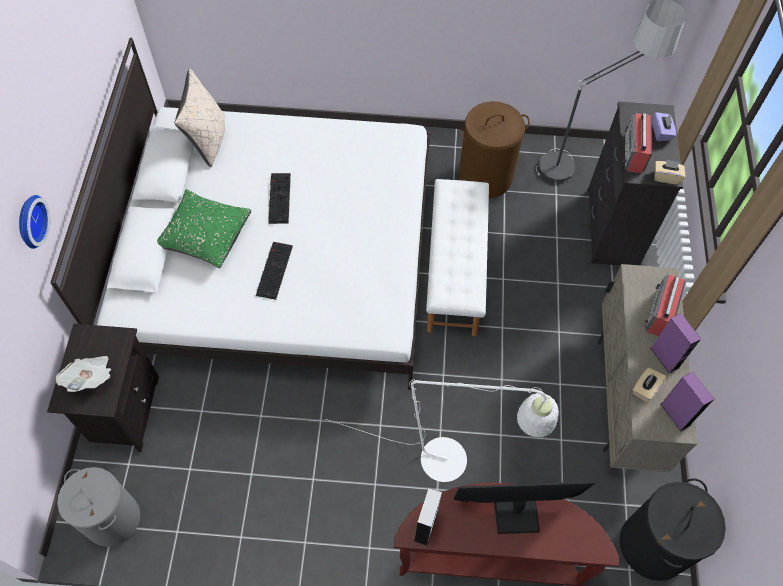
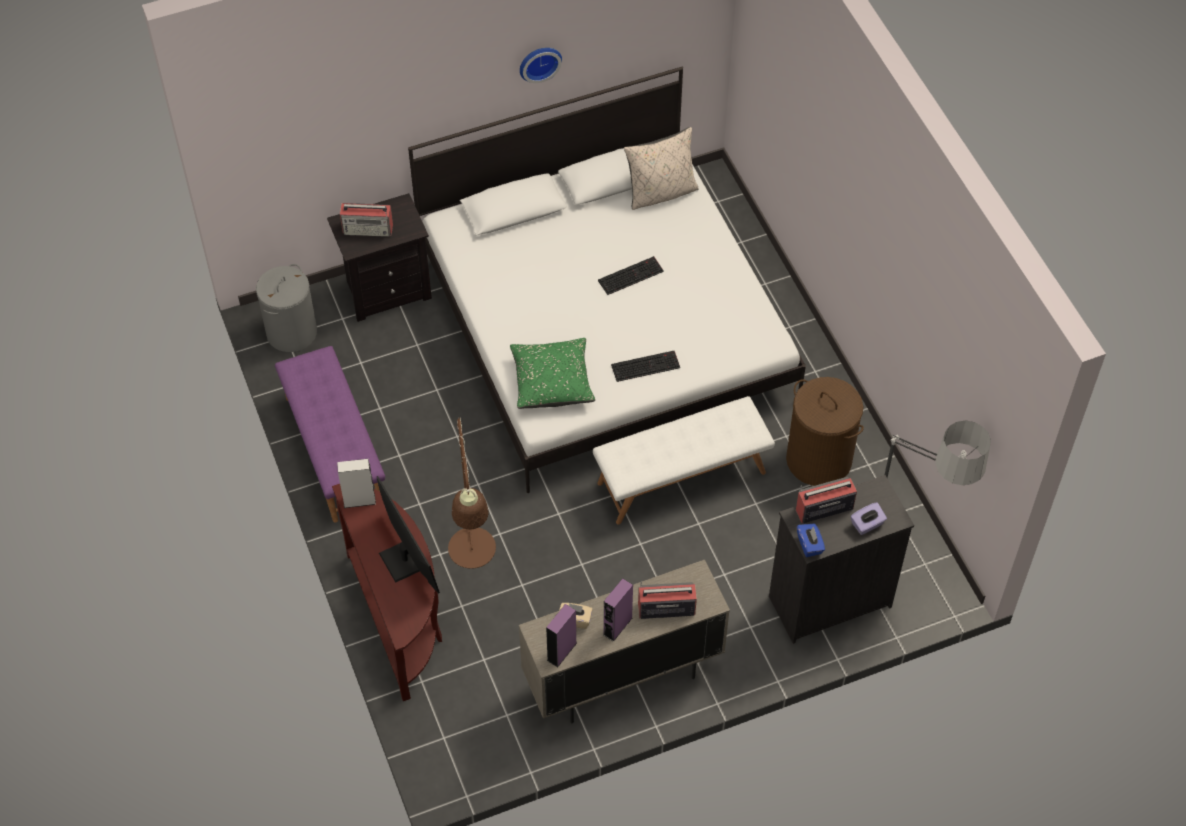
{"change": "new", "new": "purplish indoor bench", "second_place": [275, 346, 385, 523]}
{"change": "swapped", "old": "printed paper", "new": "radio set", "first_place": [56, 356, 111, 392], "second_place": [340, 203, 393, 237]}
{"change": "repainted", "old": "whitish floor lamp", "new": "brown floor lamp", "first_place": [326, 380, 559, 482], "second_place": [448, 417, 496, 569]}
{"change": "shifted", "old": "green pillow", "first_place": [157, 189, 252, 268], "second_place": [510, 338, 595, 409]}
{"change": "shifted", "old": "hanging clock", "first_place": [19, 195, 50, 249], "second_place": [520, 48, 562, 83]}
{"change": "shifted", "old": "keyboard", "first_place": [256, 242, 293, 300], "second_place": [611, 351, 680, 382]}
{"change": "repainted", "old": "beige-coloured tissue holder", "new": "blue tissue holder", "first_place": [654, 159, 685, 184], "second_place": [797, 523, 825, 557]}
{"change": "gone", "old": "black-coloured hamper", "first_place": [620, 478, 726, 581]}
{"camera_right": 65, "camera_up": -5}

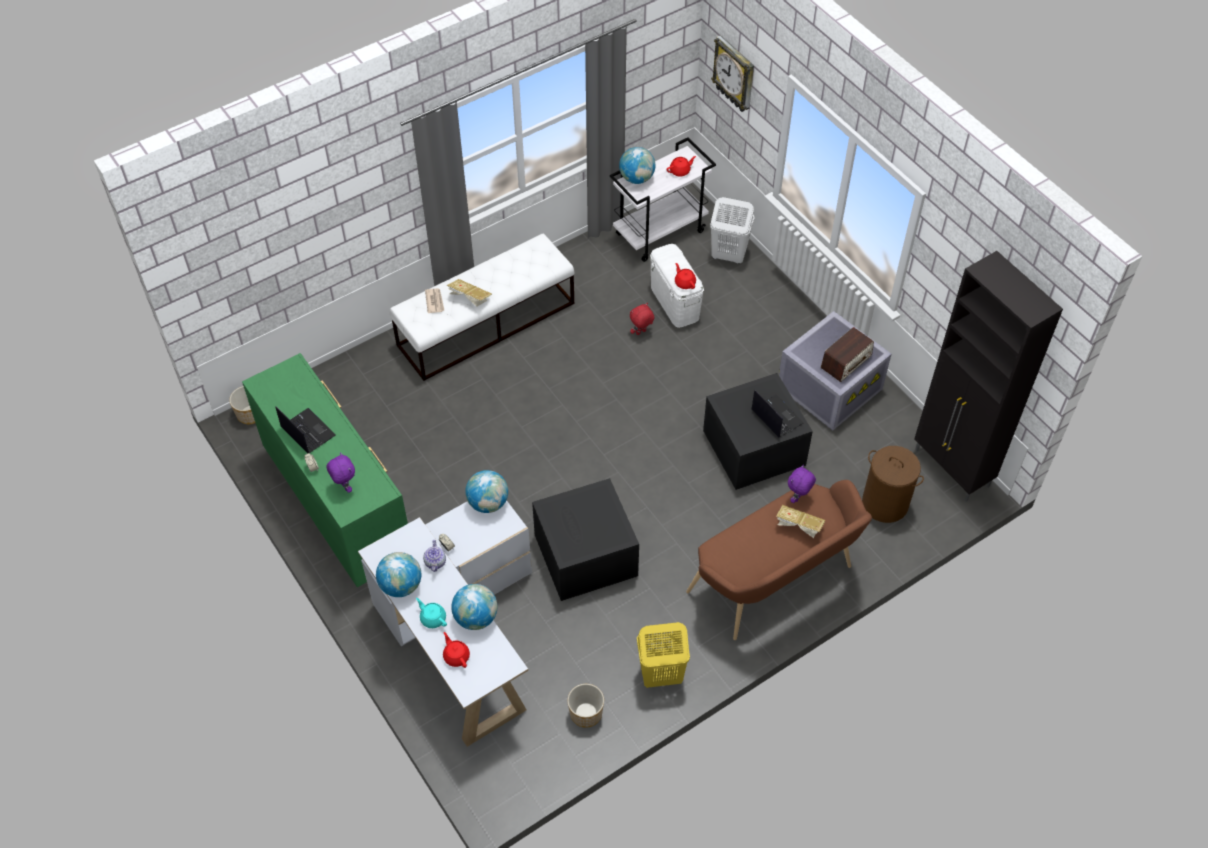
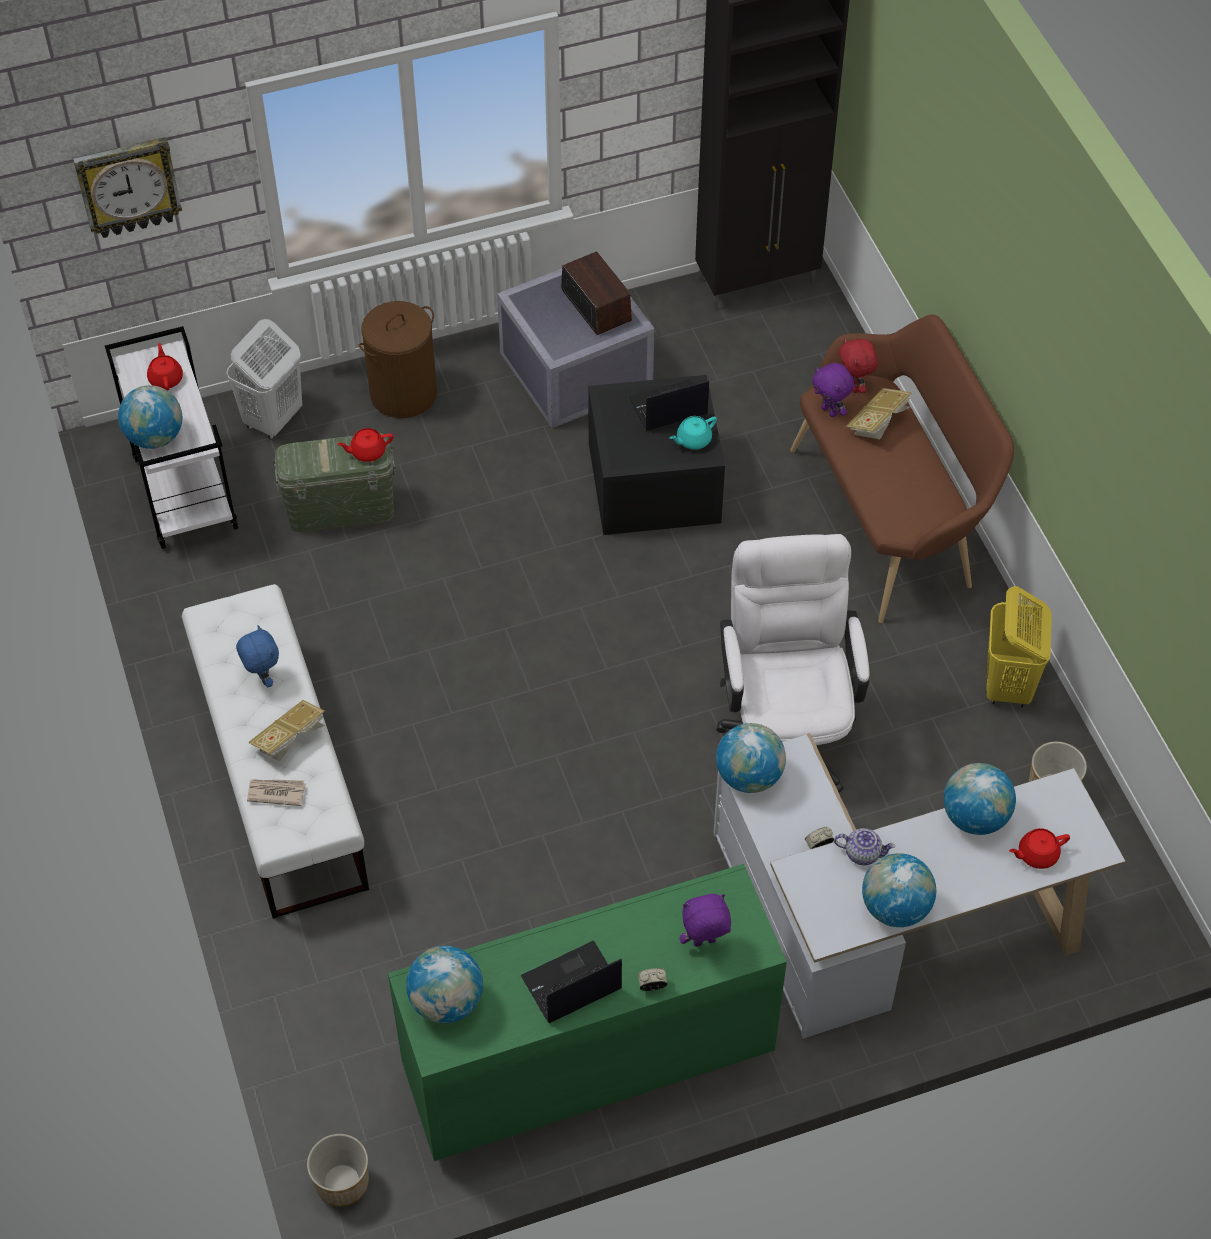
{"change": "new", "new": "blue plush toy", "second_place": [236, 625, 279, 687]}
{"change": "repainted", "old": "whitish storage container", "new": "green storage container", "first_place": [650, 244, 704, 328], "second_place": [273, 433, 396, 533]}
{"change": "shifted", "old": "brown hamper", "first_place": [862, 446, 924, 523], "second_place": [359, 301, 437, 418]}
{"change": "new", "new": "world globe", "second_place": [406, 946, 483, 1023]}
{"change": "shifted", "old": "turquoise-coloured teapot", "first_place": [416, 598, 447, 628], "second_place": [670, 416, 717, 450]}
{"change": "swapped", "old": "black-coloured storage container", "new": "whitish desk chair", "first_place": [532, 478, 639, 601], "second_place": [716, 534, 870, 793]}
{"change": "shifted", "old": "red-coloured plush toy", "first_place": [630, 303, 654, 335], "second_place": [839, 338, 878, 393]}
{"camera_right": -75, "camera_up": 0}

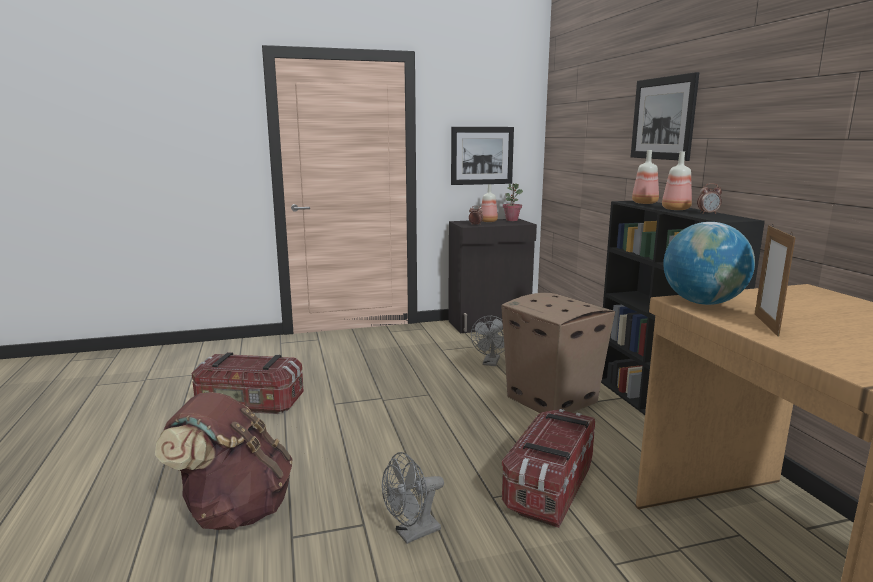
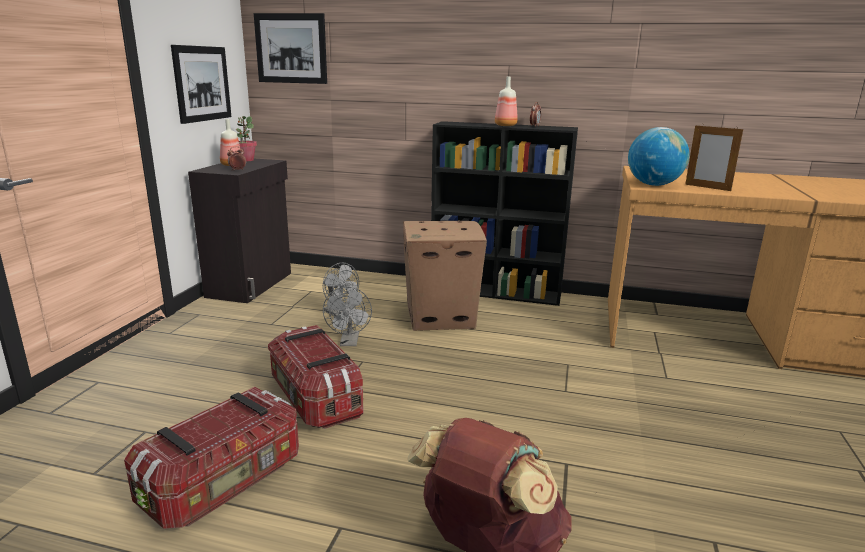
{"change": "shifted", "old": "wall picture", "first_place": [631, 72, 699, 161], "second_place": [254, 13, 327, 84]}
{"change": "shifted", "old": "storage container", "first_place": [502, 409, 595, 528], "second_place": [268, 325, 364, 429]}
{"change": "shifted", "old": "gray electric fan", "first_place": [382, 452, 444, 544], "second_place": [323, 287, 372, 346]}
{"change": "gone", "old": "beverage bottle", "first_place": [632, 150, 659, 204]}
{"camera_right": -60, "camera_up": 5}

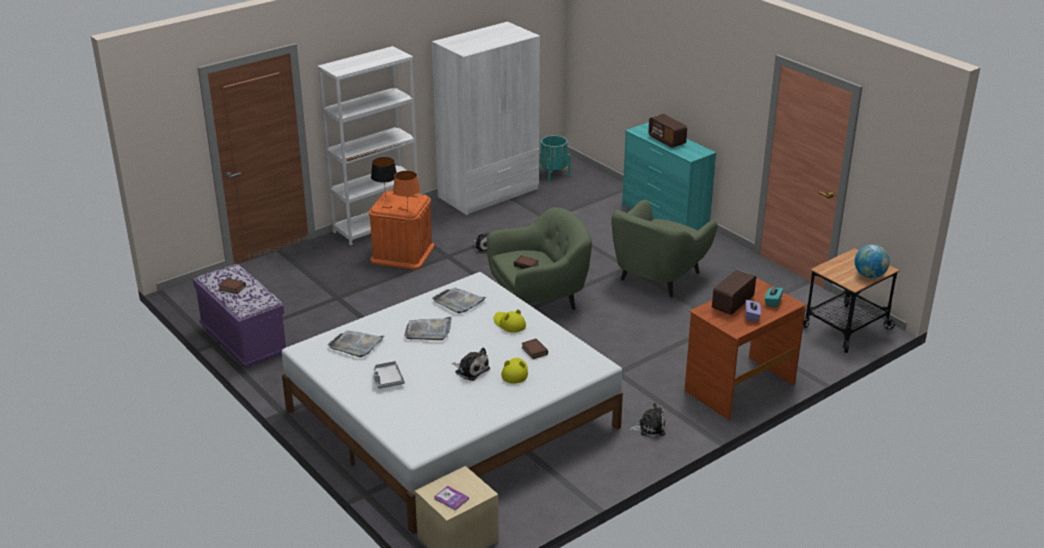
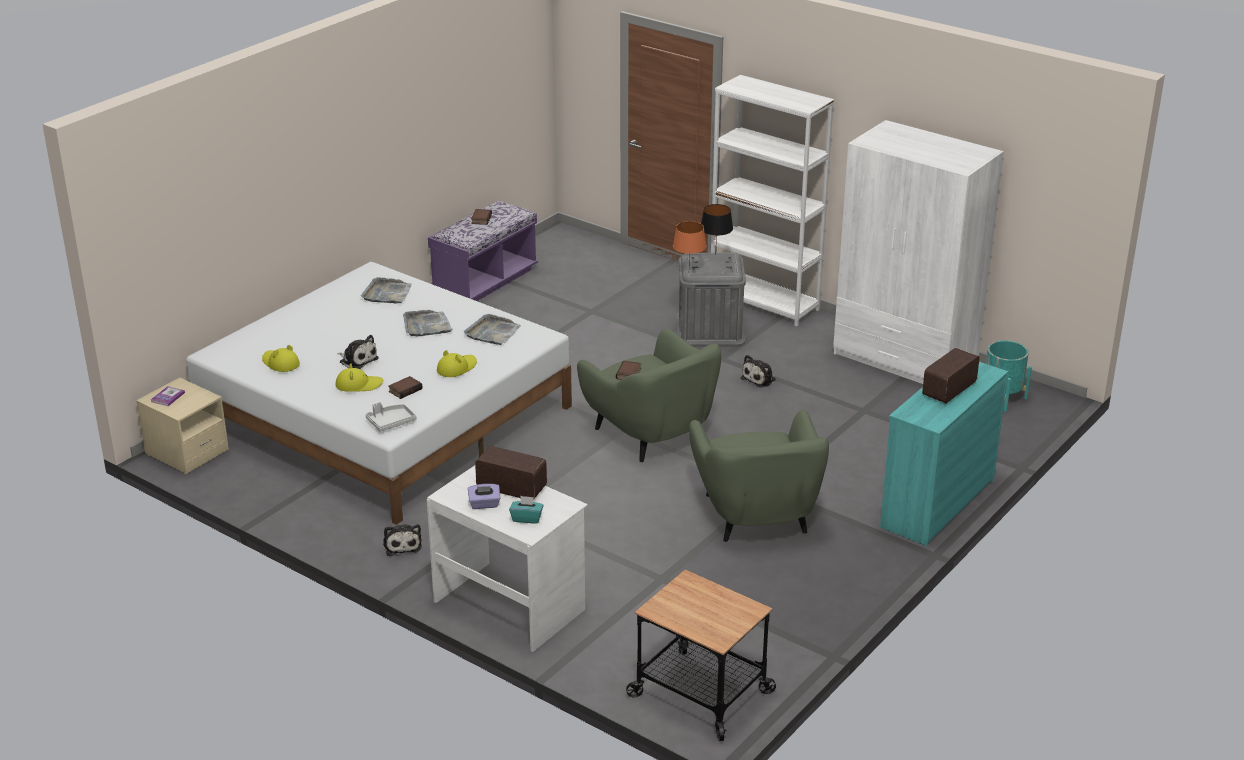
{"change": "new", "new": "yellowish hat", "second_place": [262, 345, 300, 372]}
{"change": "rotated", "old": "plush toy", "first_place": [452, 348, 490, 381], "second_place": [337, 335, 379, 369], "degrees": -75}
{"change": "shifted", "old": "gray carrying tray", "first_place": [373, 361, 405, 389], "second_place": [365, 402, 416, 432]}
{"change": "repainted", "old": "brown desk unit", "new": "whitish desk unit", "first_place": [684, 279, 806, 420], "second_place": [427, 465, 587, 652]}
{"change": "repainted", "old": "orangey storage container", "new": "gray storage container", "first_place": [369, 190, 435, 270], "second_place": [676, 253, 746, 347]}
{"change": "rotated", "old": "green armchair", "first_place": [612, 200, 717, 297], "second_place": [689, 410, 829, 542], "degrees": -120}
{"change": "gone", "old": "world globe", "first_place": [855, 244, 890, 278]}
{"camera_right": 75, "camera_up": 0}

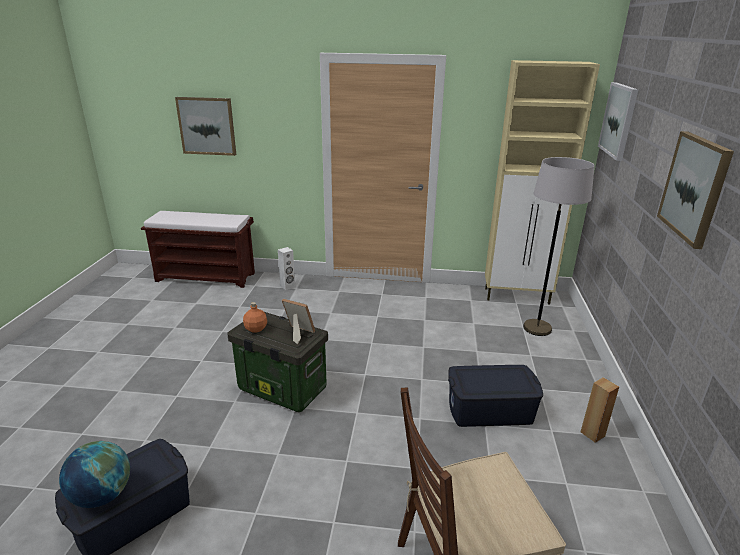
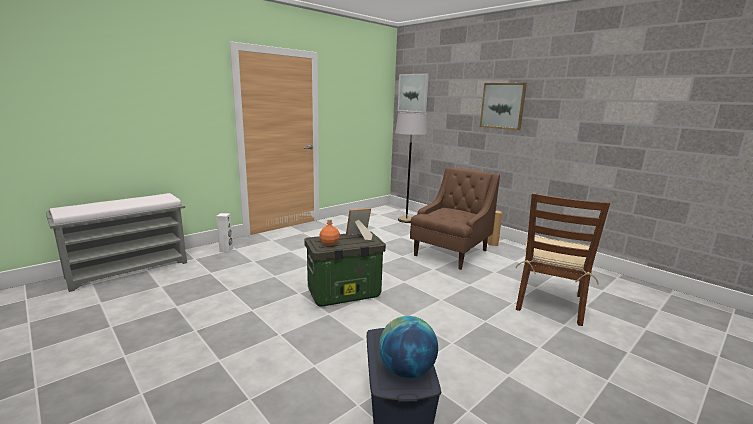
{"change": "repainted", "old": "brown indoor bench", "new": "gray indoor bench", "first_place": [141, 211, 255, 288], "second_place": [46, 193, 187, 292]}
{"change": "swapped", "old": "blue storage container", "new": "brown armchair", "first_place": [448, 365, 543, 427], "second_place": [410, 167, 500, 270]}
{"change": "gone", "old": "wall picture", "first_place": [175, 97, 236, 156]}
{"change": "gone", "old": "beige-coloured cupboard", "first_place": [485, 60, 600, 304]}
{"camera_right": -50, "camera_up": -10}

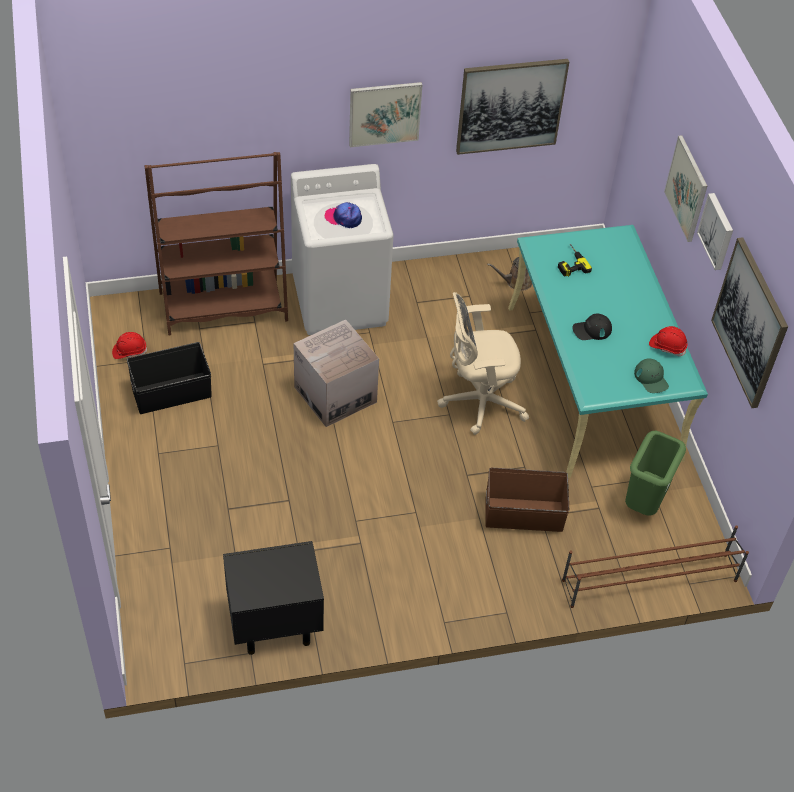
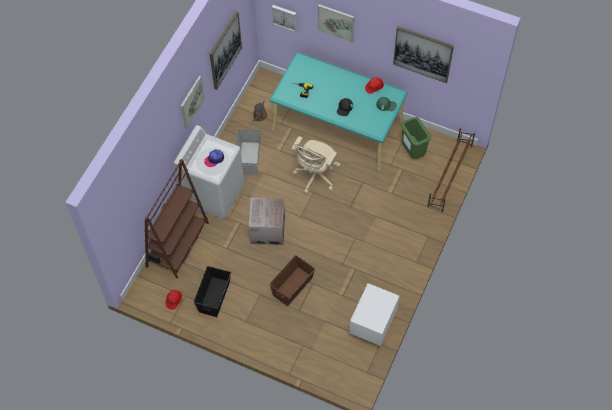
{"change": "new", "new": "gray storage container", "second_place": [236, 130, 261, 175]}
{"change": "shifted", "old": "brown storage container", "first_place": [485, 468, 569, 532], "second_place": [270, 255, 315, 306]}
{"change": "shifted", "old": "wall picture", "first_place": [697, 193, 733, 270], "second_place": [272, 5, 297, 32]}
{"change": "repainted", "old": "black-coloured night table", "new": "whitish night table", "first_place": [223, 541, 324, 655], "second_place": [349, 283, 399, 346]}
{"camera_right": -50, "camera_up": 10}

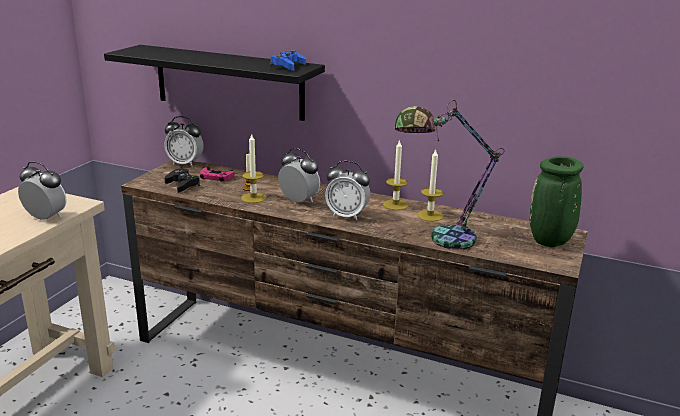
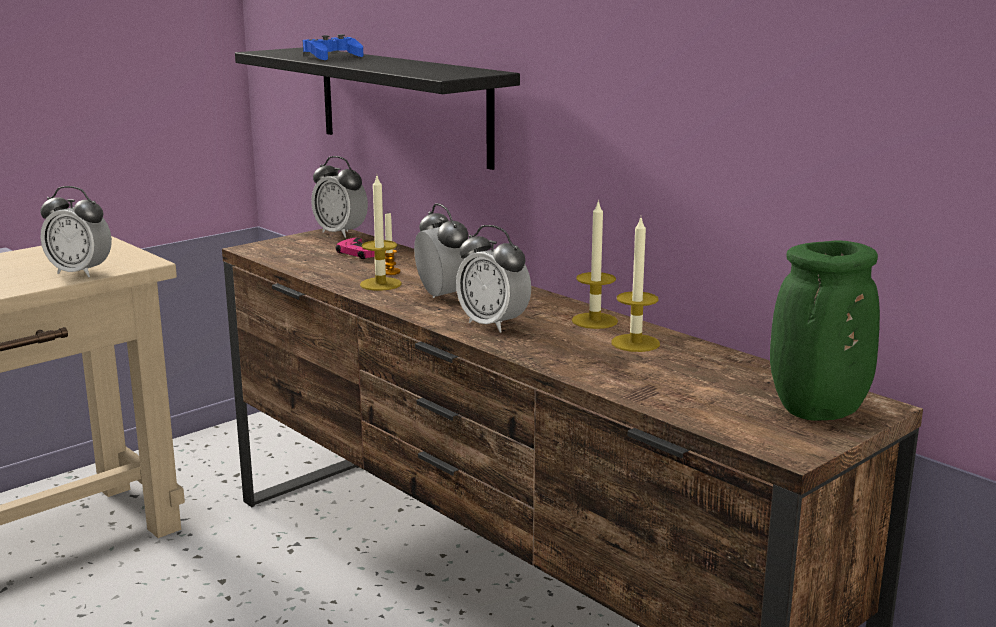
{"change": "rotated", "old": "alarm clock", "first_place": [18, 161, 67, 221], "second_place": [40, 186, 112, 277], "degrees": 150}
{"change": "shifted", "old": "blue joypad", "first_place": [270, 50, 306, 71], "second_place": [303, 34, 363, 60]}
{"change": "gone", "old": "black-coloured joypad", "first_place": [165, 169, 200, 193]}
{"change": "gone", "old": "lamp for a table", "first_place": [395, 100, 505, 250]}
{"camera_right": 25, "camera_up": -5}

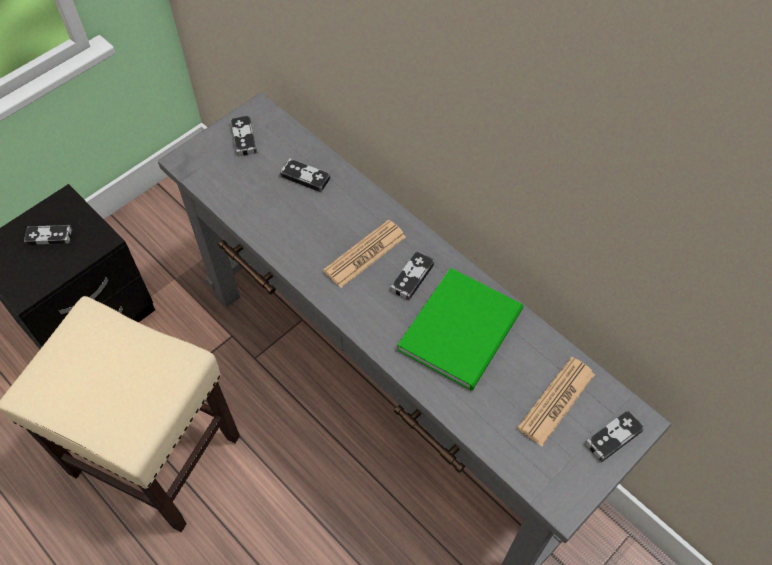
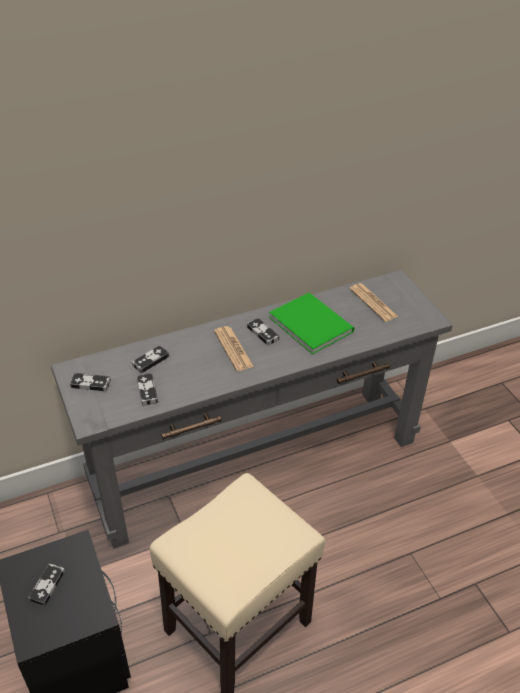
{"change": "shifted", "old": "joypad", "first_place": [585, 410, 644, 462], "second_place": [136, 373, 158, 405]}
{"camera_right": -70, "camera_up": -15}

